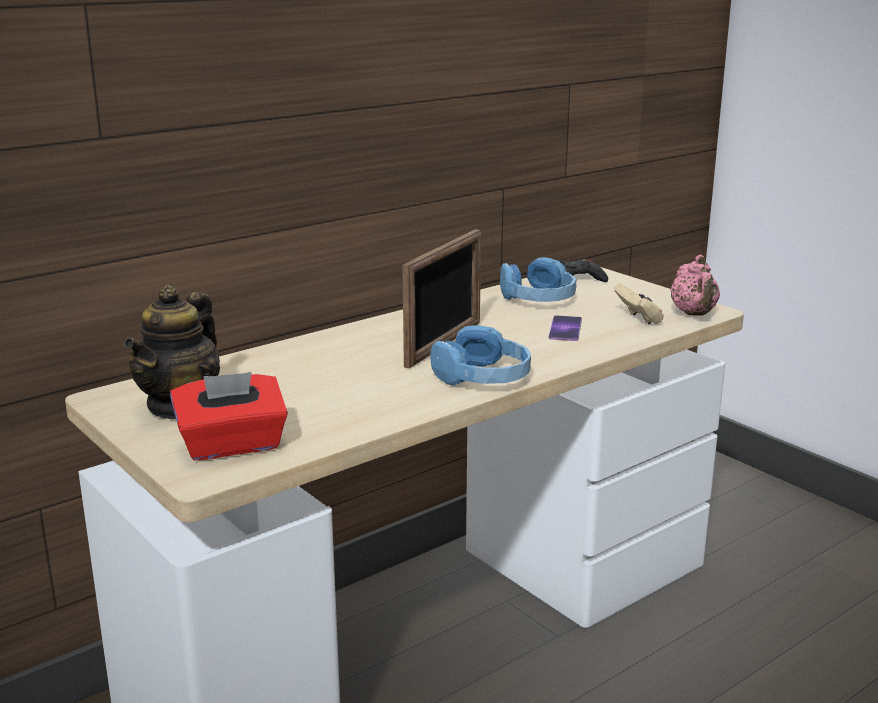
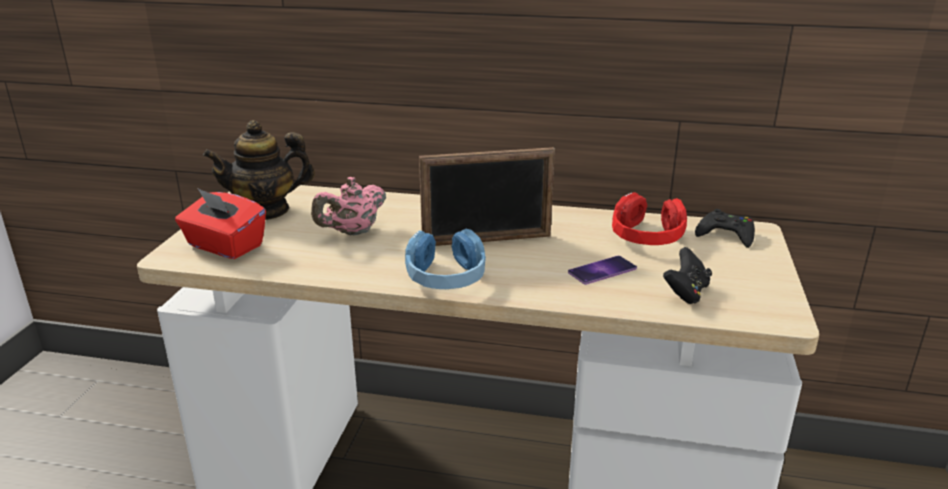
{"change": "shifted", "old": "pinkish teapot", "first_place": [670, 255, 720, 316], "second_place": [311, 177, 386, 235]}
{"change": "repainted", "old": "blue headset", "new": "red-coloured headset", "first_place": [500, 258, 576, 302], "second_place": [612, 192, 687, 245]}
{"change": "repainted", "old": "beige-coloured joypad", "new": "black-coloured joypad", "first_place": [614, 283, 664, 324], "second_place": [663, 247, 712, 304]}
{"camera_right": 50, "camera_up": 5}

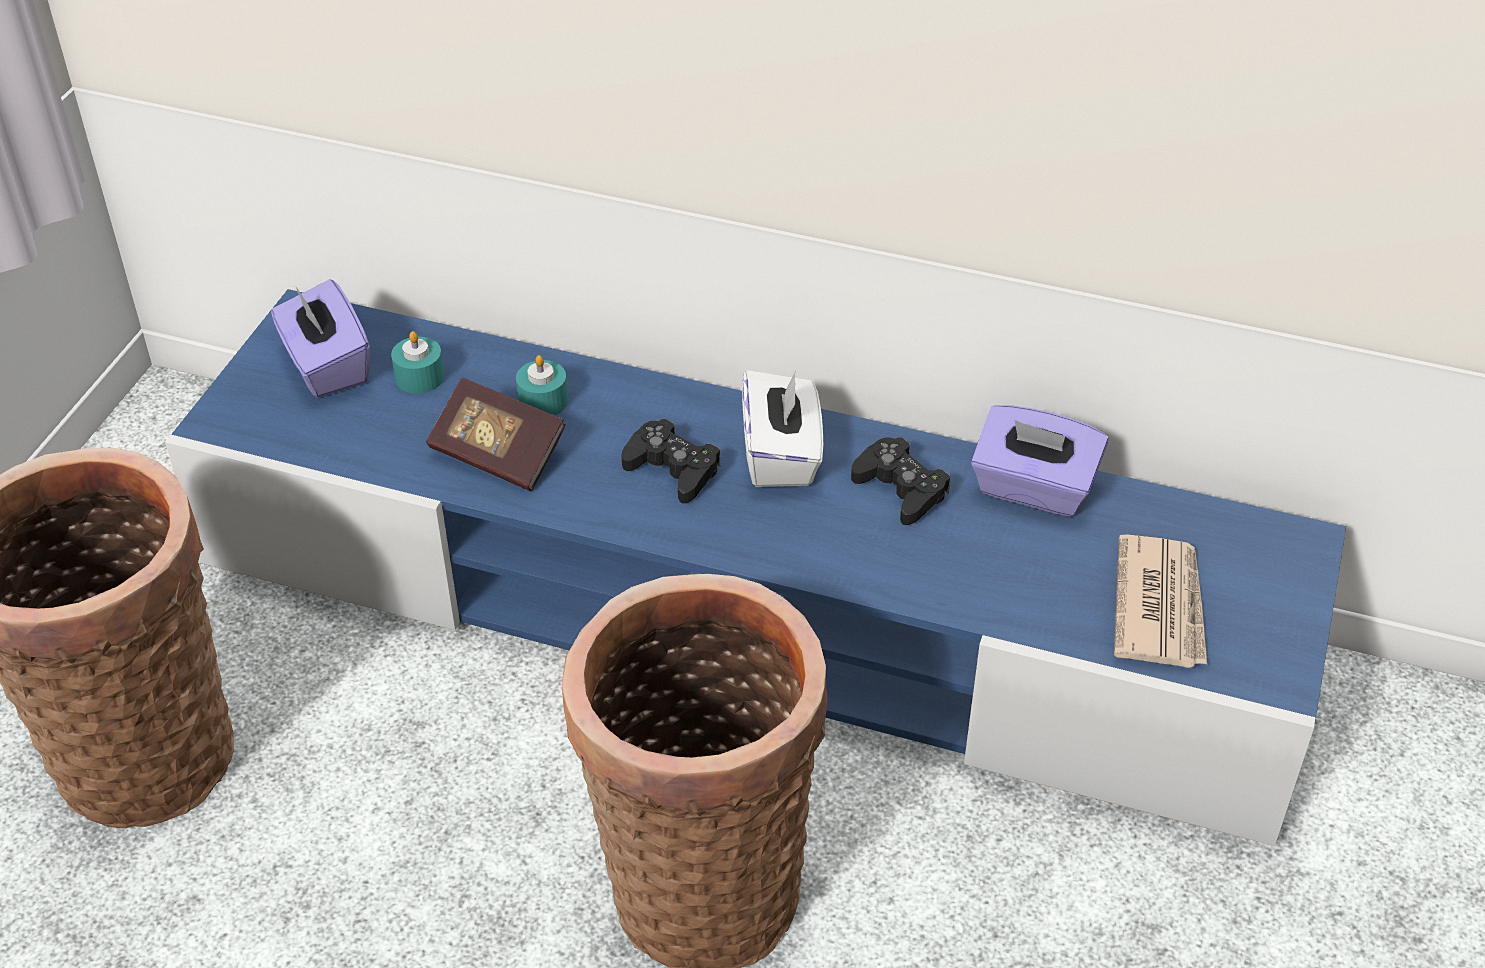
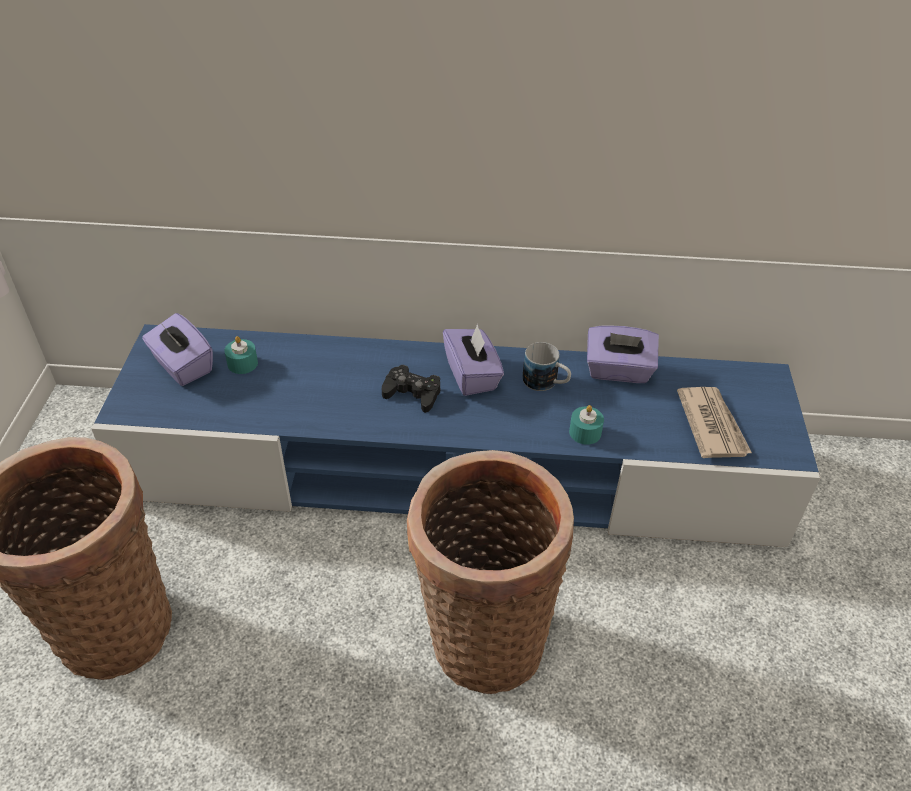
{"change": "repainted", "old": "whitish tissue holder", "new": "purplish tissue holder", "first_place": [742, 370, 823, 487], "second_place": [443, 324, 504, 396]}
{"change": "swapped", "old": "black-coloured joypad", "new": "tea mug", "first_place": [851, 437, 950, 525], "second_place": [522, 342, 571, 391]}
{"change": "shifted", "old": "turquoise-coloured wax light", "first_place": [516, 355, 568, 416], "second_place": [569, 405, 604, 445]}
{"change": "gone", "old": "book", "first_place": [426, 377, 566, 491]}
{"camera_right": -15, "camera_up": 0}

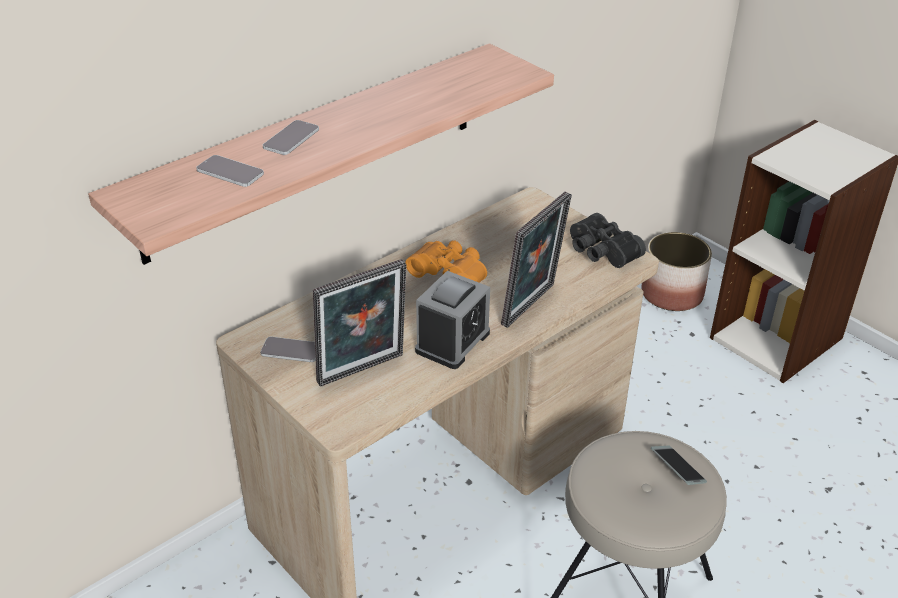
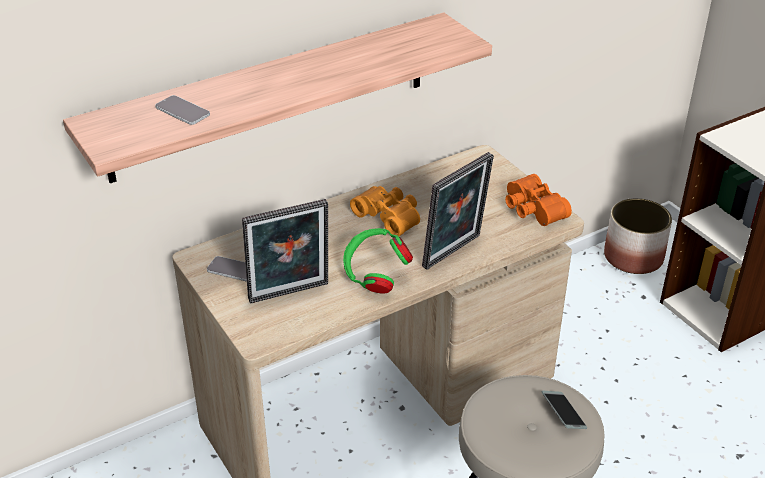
{"change": "swapped", "old": "alarm clock", "new": "green headset", "first_place": [415, 271, 490, 369], "second_place": [343, 228, 413, 294]}
{"change": "repainted", "old": "black-coloured pair of binoculars", "new": "orangey pair of binoculars", "first_place": [570, 213, 646, 268], "second_place": [505, 174, 572, 226]}
{"change": "gone", "old": "handset", "first_place": [263, 120, 319, 155]}
{"camera_right": 10, "camera_up": 0}

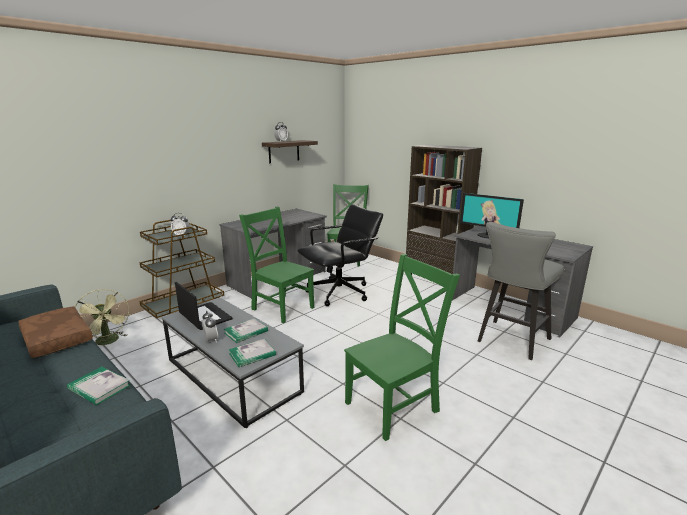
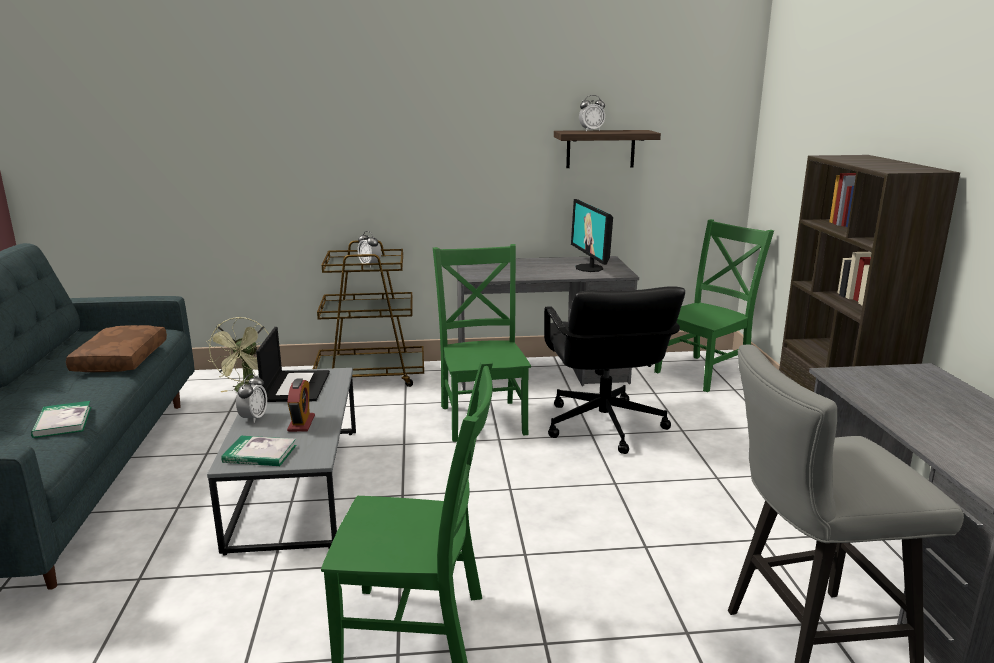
{"change": "swapped", "old": "book", "new": "alarm clock", "first_place": [224, 318, 268, 343], "second_place": [287, 379, 315, 432]}
{"change": "rotated", "old": "black-coloured desk chair", "first_place": [297, 204, 383, 306], "second_place": [544, 286, 685, 454], "degrees": 75}
{"change": "shifted", "old": "monitor", "first_place": [460, 193, 524, 238], "second_place": [571, 199, 613, 272]}
{"camera_right": 40, "camera_up": 0}

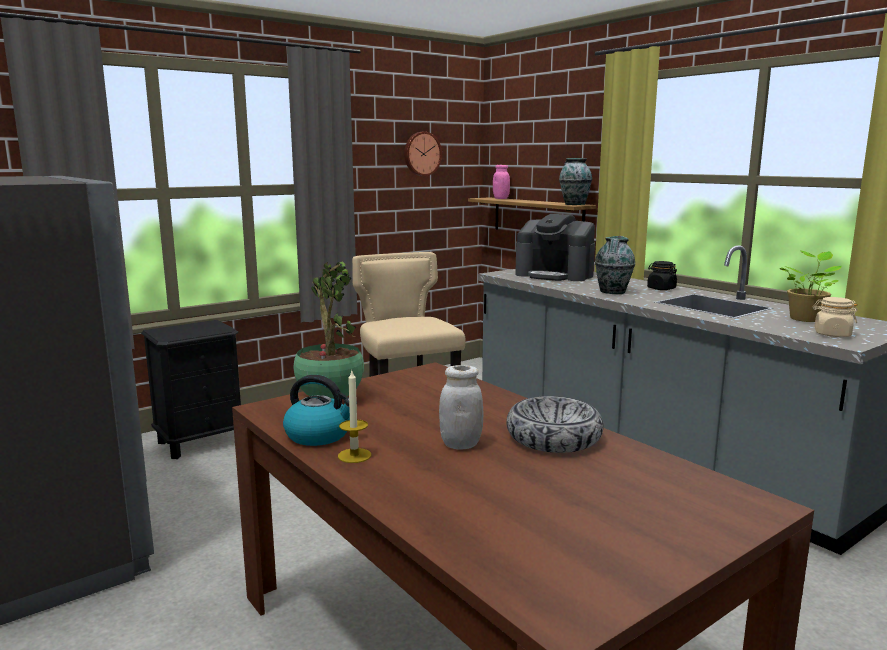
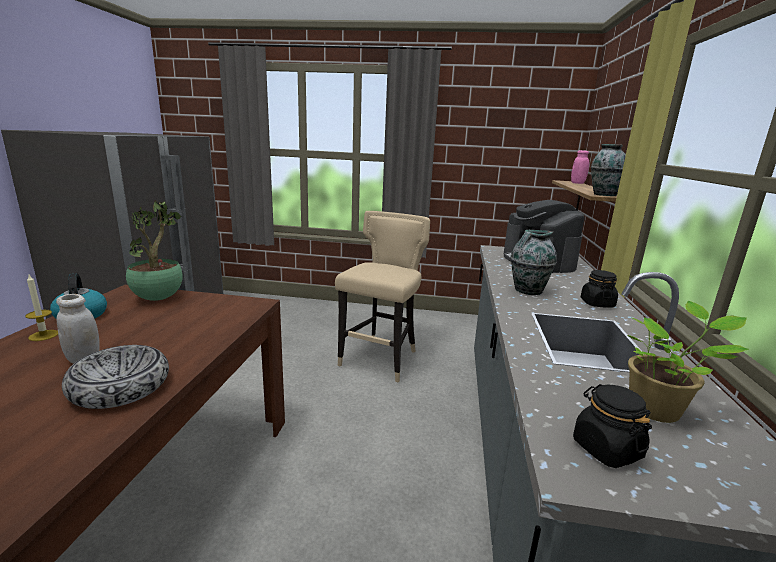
{"change": "repainted", "old": "beige-coloured storage jar", "new": "black-coloured storage jar", "first_place": [813, 297, 858, 337], "second_place": [573, 384, 652, 468]}
{"change": "gone", "old": "black-coloured night table", "first_place": [141, 320, 241, 459]}
{"change": "gone", "old": "hanging clock", "first_place": [404, 132, 442, 176]}
{"camera_right": 45, "camera_up": 5}

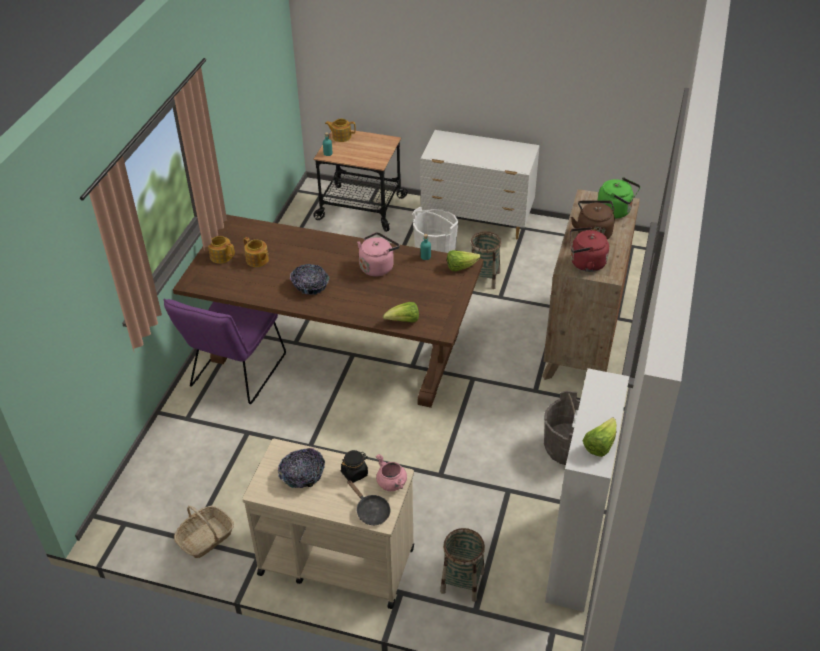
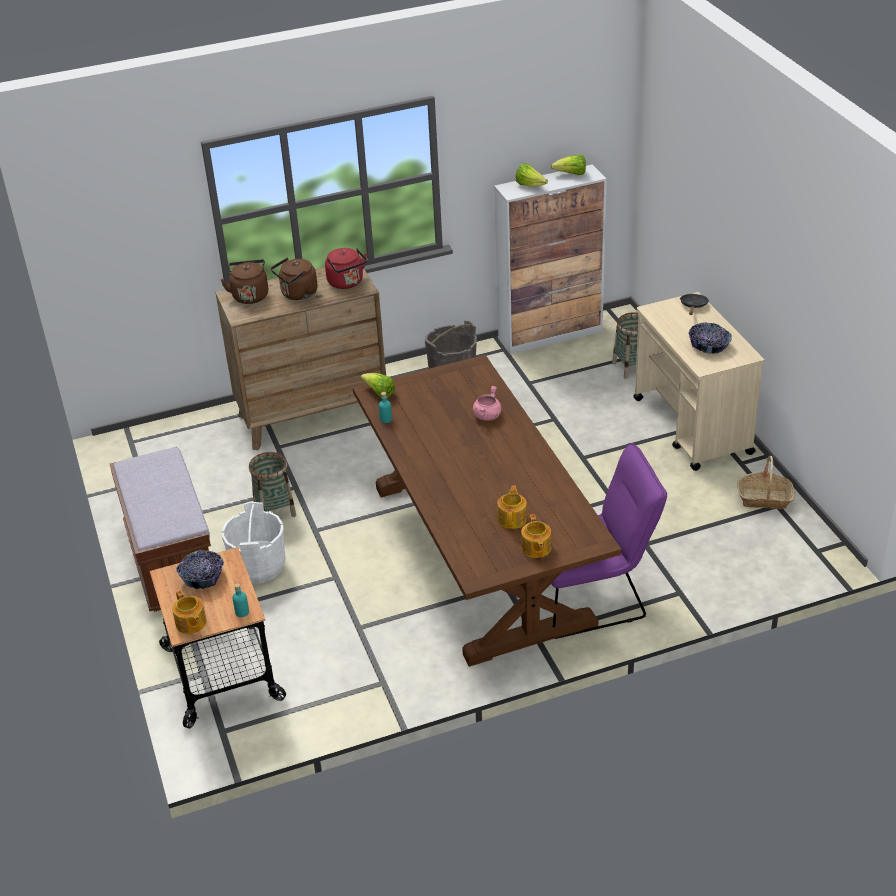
{"change": "swapped", "old": "whitish drawer chest", "new": "brown indoor bench", "first_place": [420, 130, 540, 239], "second_place": [110, 447, 211, 612]}
{"change": "shifted", "old": "deep dish", "first_place": [290, 264, 329, 295], "second_place": [176, 550, 224, 589]}
{"change": "repainted", "old": "green water kettle", "new": "brown water kettle", "first_place": [598, 177, 640, 218], "second_place": [221, 259, 268, 304]}
{"change": "shifted", "old": "pinkish saucepot", "first_place": [376, 454, 407, 491], "second_place": [473, 386, 501, 421]}
{"change": "shifted", "old": "lettuce head", "first_place": [383, 302, 419, 323], "second_place": [516, 163, 548, 187]}
{"change": "gone", "old": "black-coloured storage jar", "first_place": [341, 450, 368, 483]}
{"change": "gone", "old": "pinkish water kettle", "first_place": [357, 232, 400, 277]}
{"camera_right": -125, "camera_up": -5}

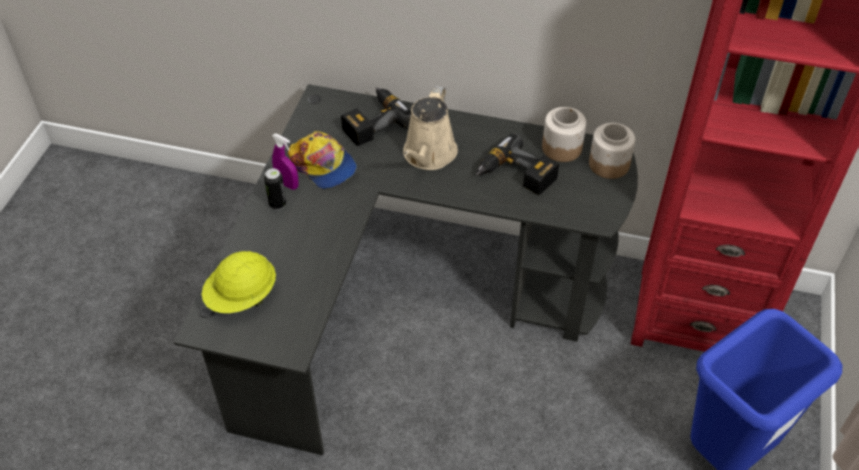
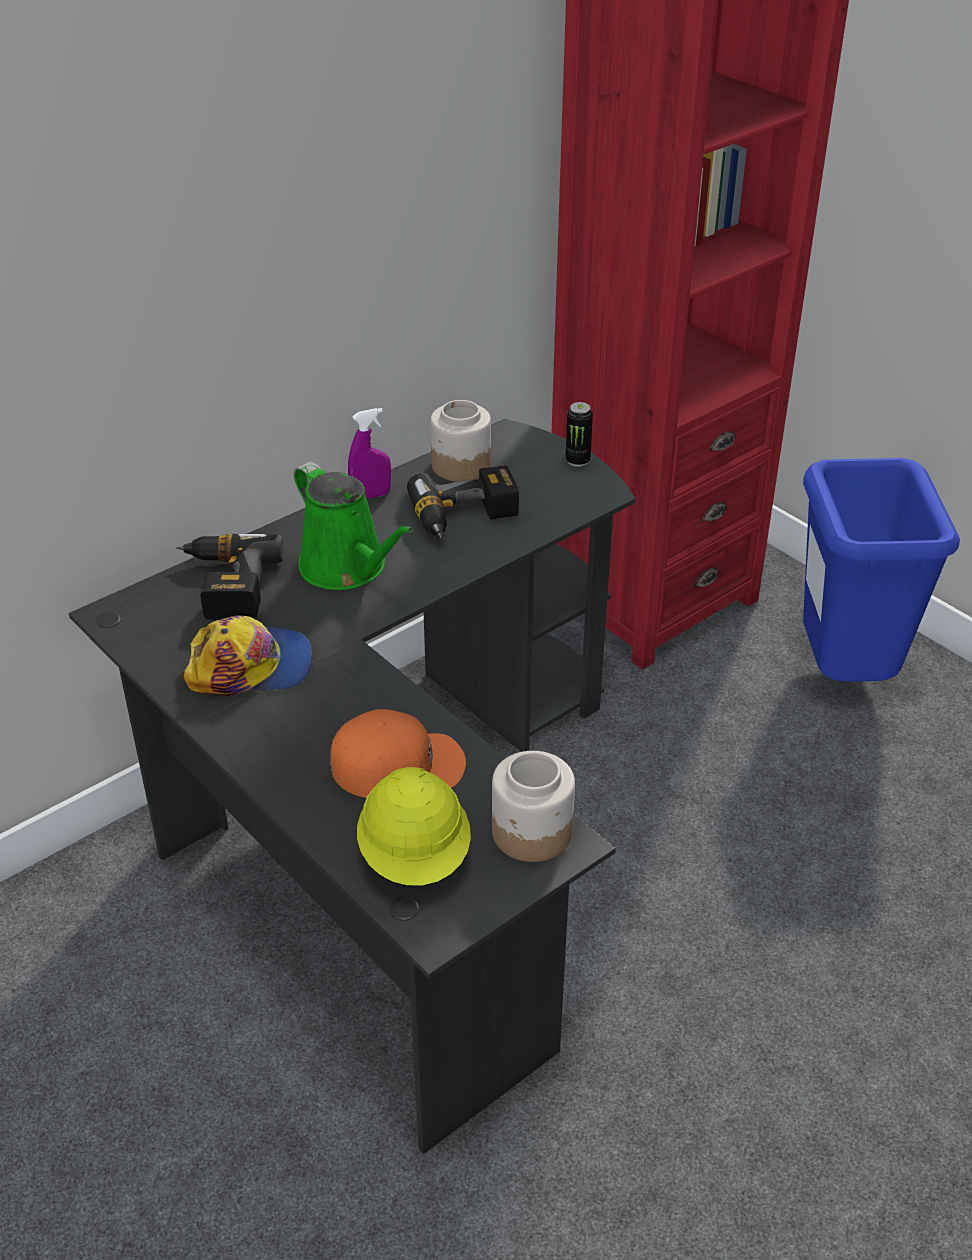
{"change": "repainted", "old": "beige-coloured sprinkling can", "new": "green sprinkling can", "first_place": [403, 86, 458, 170], "second_place": [294, 462, 413, 590]}
{"change": "new", "new": "orangey baseball cap", "second_place": [330, 709, 466, 798]}
{"change": "shifted", "old": "purplish hand sprayer", "first_place": [272, 134, 299, 190], "second_place": [348, 408, 391, 499]}
{"change": "shifted", "old": "storage jar", "first_place": [589, 123, 635, 179], "second_place": [492, 751, 575, 862]}
{"change": "shifted", "old": "sealed can", "first_place": [264, 168, 286, 210], "second_place": [565, 402, 593, 467]}
{"camera_right": -55, "camera_up": -10}

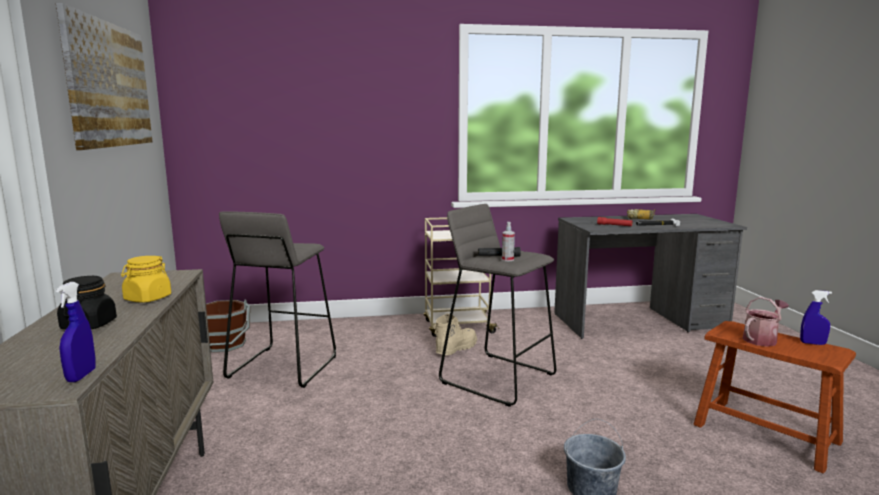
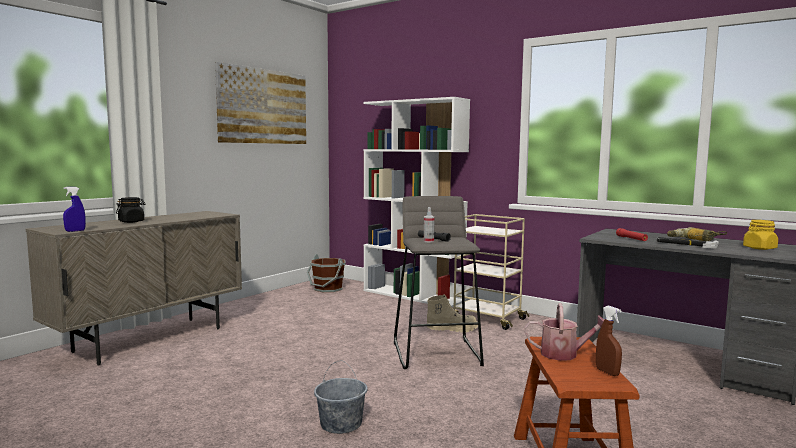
{"change": "new", "new": "whitish bookcase", "second_place": [364, 97, 470, 307]}
{"change": "repainted", "old": "blue hand sprayer", "new": "brown hand sprayer", "first_place": [800, 290, 832, 345], "second_place": [596, 305, 622, 376]}
{"change": "shifted", "old": "yellowish storage jar", "first_place": [121, 256, 171, 303], "second_place": [743, 220, 778, 250]}
{"change": "gone", "old": "gray stool", "first_place": [219, 211, 336, 388]}
{"camera_right": 45, "camera_up": -5}

